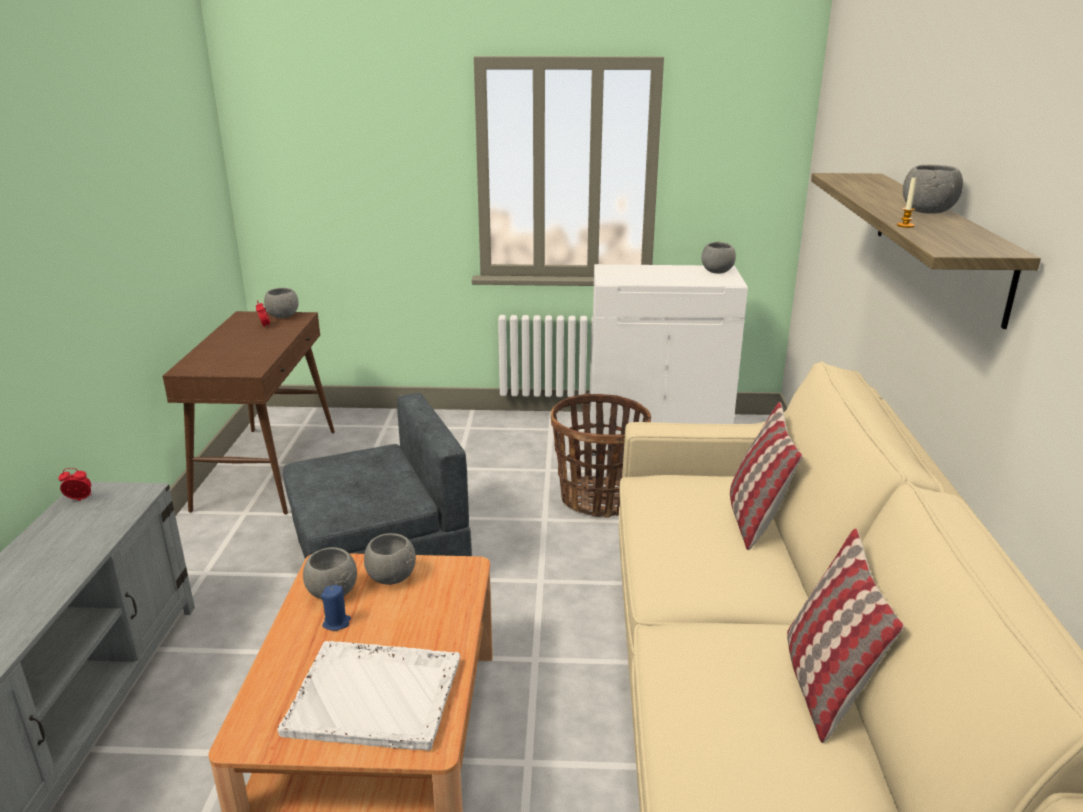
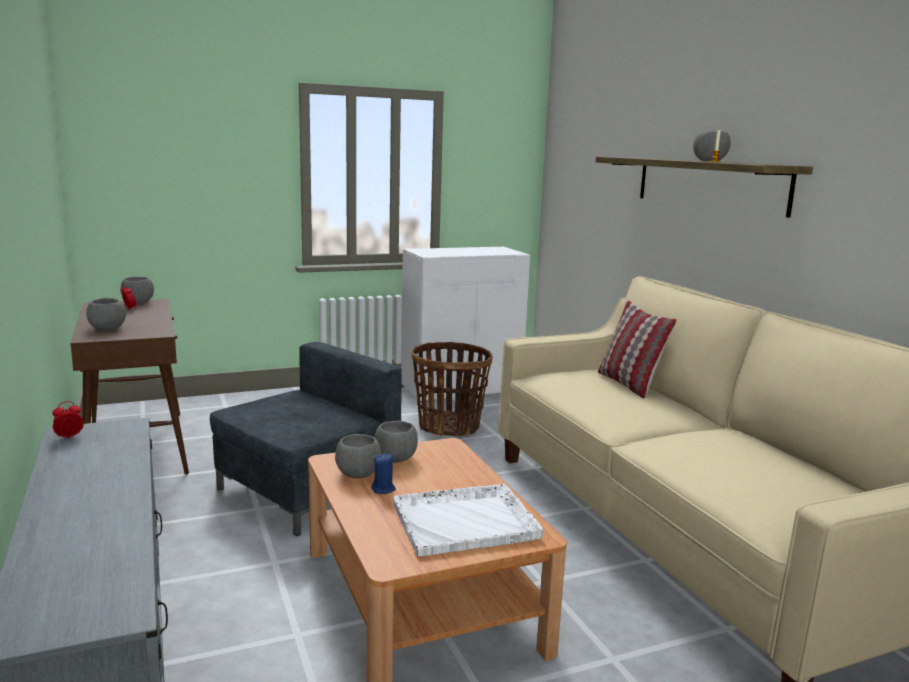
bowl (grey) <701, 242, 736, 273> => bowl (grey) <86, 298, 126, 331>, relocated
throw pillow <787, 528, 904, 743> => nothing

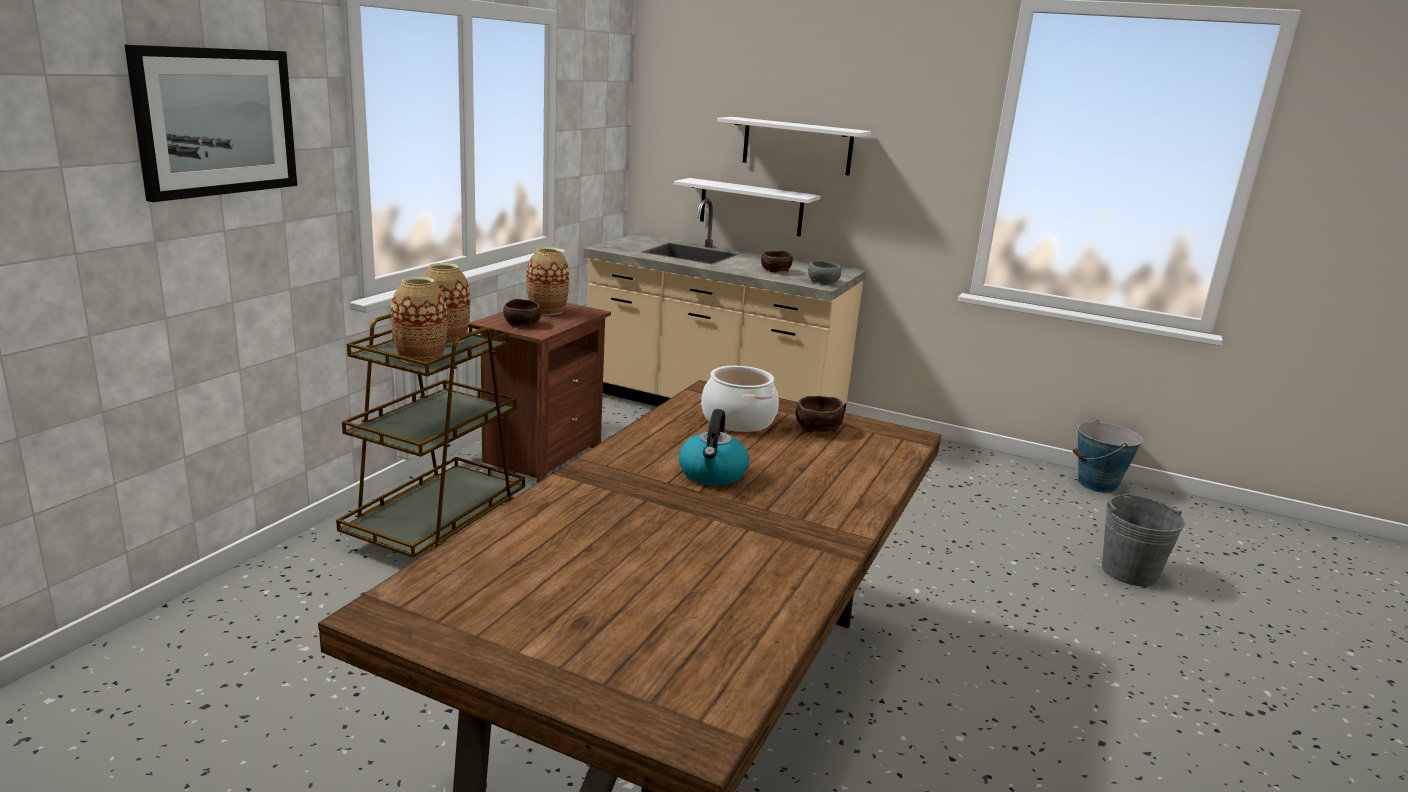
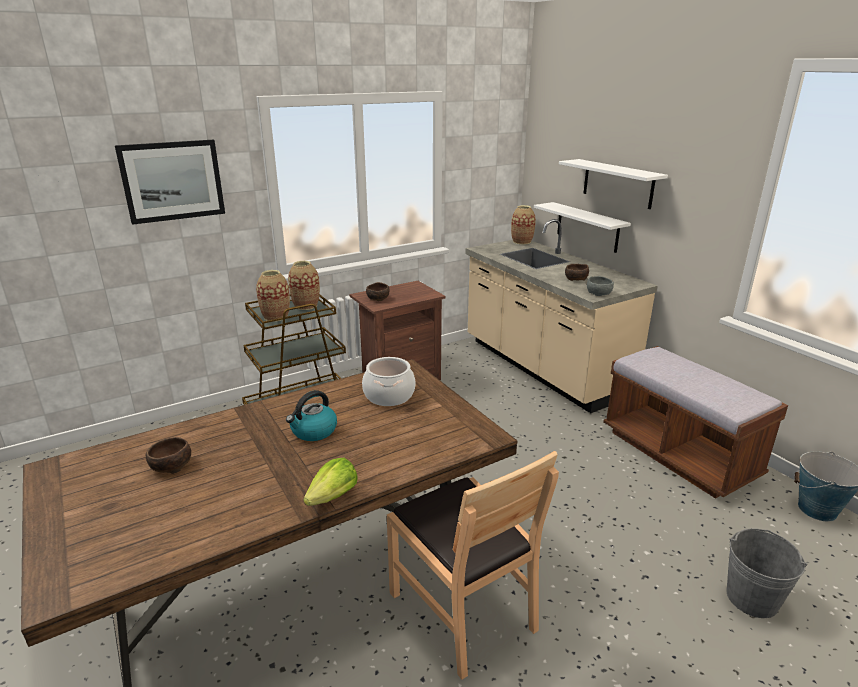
flower vase <527, 247, 569, 315> => flower vase <511, 205, 536, 244>, relocated
bowl (brownish) <795, 396, 845, 432> => bowl (brownish) <146, 437, 191, 474>, relocated
nothing => lettuce <303, 458, 358, 506>
nothing => chair (brownish) <387, 451, 559, 680>
nothing => indoor bench (brownish) <603, 346, 788, 499>

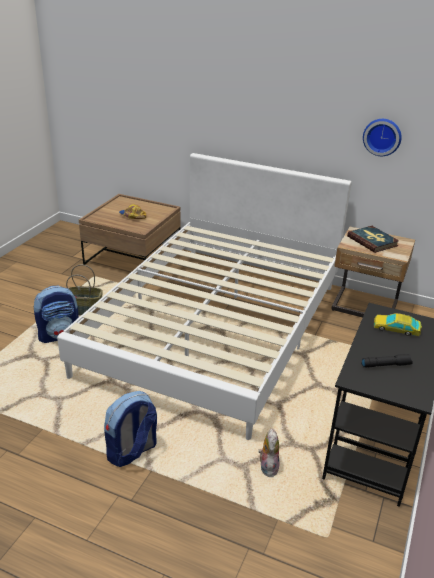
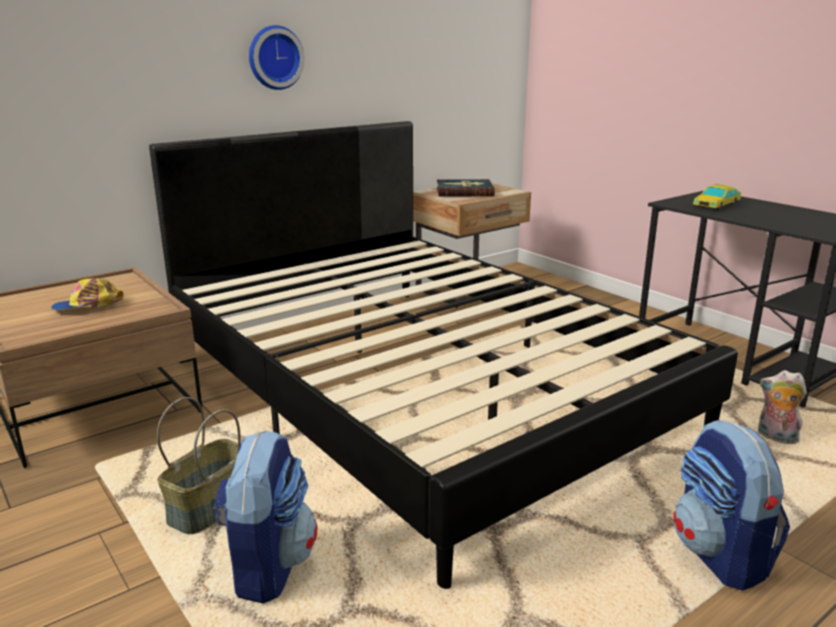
sleeping bed (whitish) <57, 153, 352, 440> => sleeping bed (black-coloured) <149, 121, 738, 589>
torch (black-coloured) <361, 354, 413, 367> => nothing
clock on the wall <363, 119, 402, 156> => clock on the wall <249, 25, 305, 90>, relocated

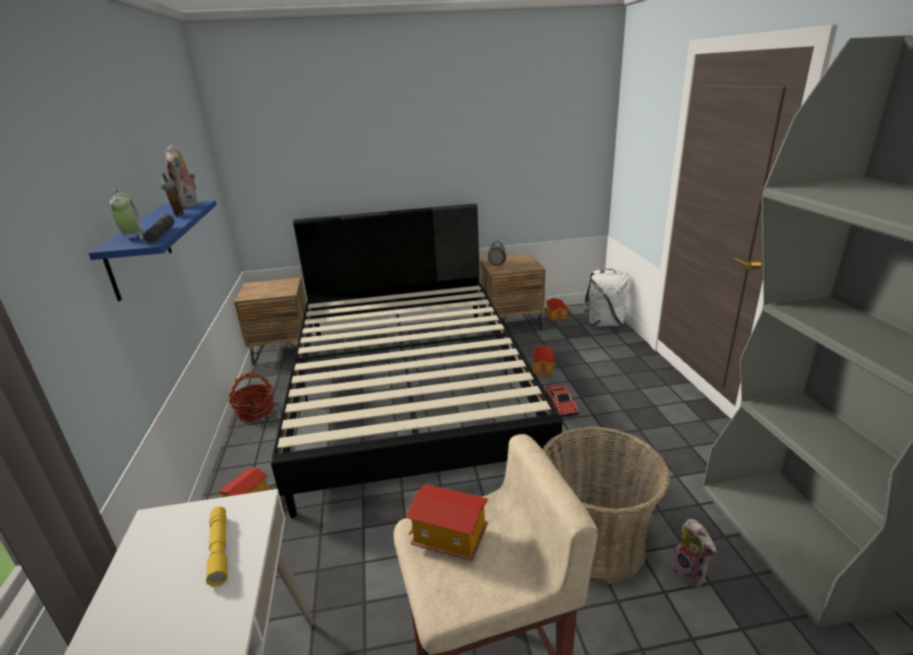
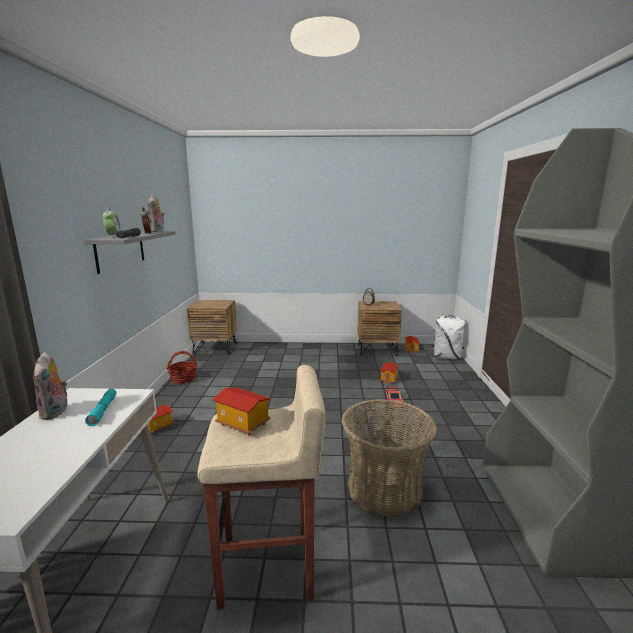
wall shelf (bluish) <89, 200, 216, 301> => wall shelf (grey) <84, 231, 176, 274>
torch (yellow-coloured) <206, 506, 227, 587> => torch (turquoise) <85, 389, 116, 426>
sleeping bed (black-coloured) <271, 204, 562, 518> => nothing
cuddly toy <671, 519, 717, 587> => cuddly toy <33, 352, 67, 420>, relocated

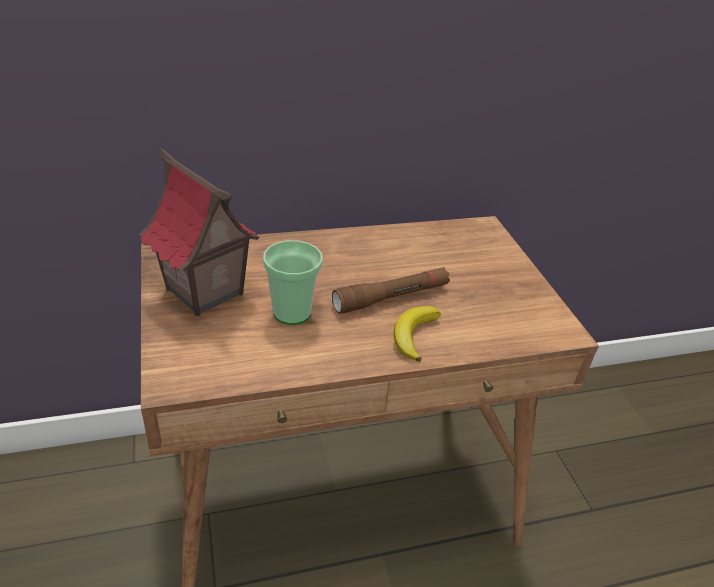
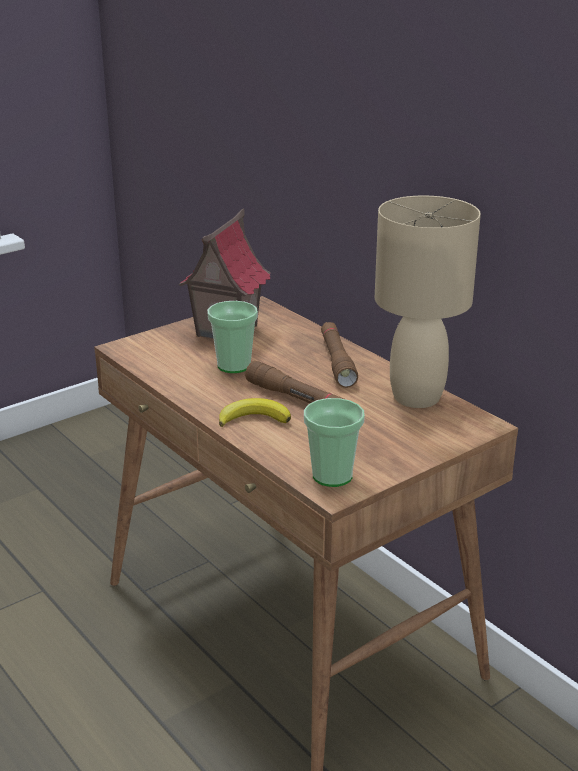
nothing => drinking cup <304, 398, 365, 487>
nothing => torch (brownish) <321, 322, 358, 388>
nothing => tabletop lamp (beige-coloured) <375, 196, 481, 408>

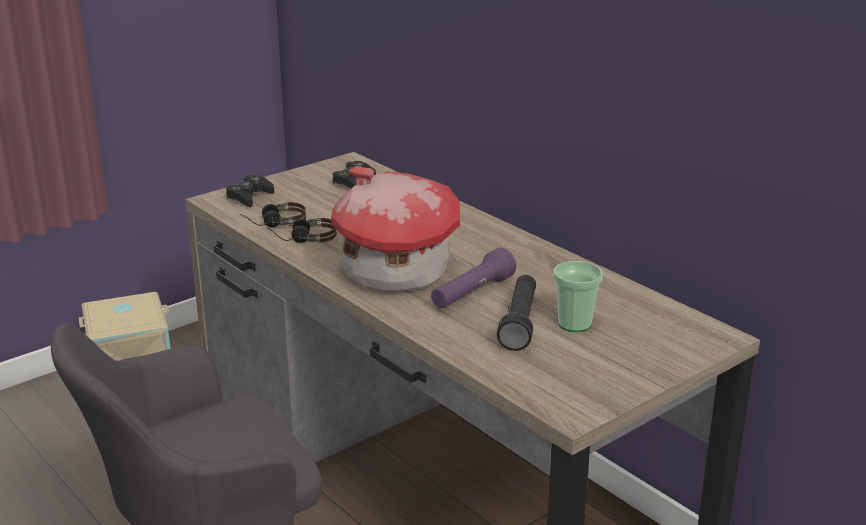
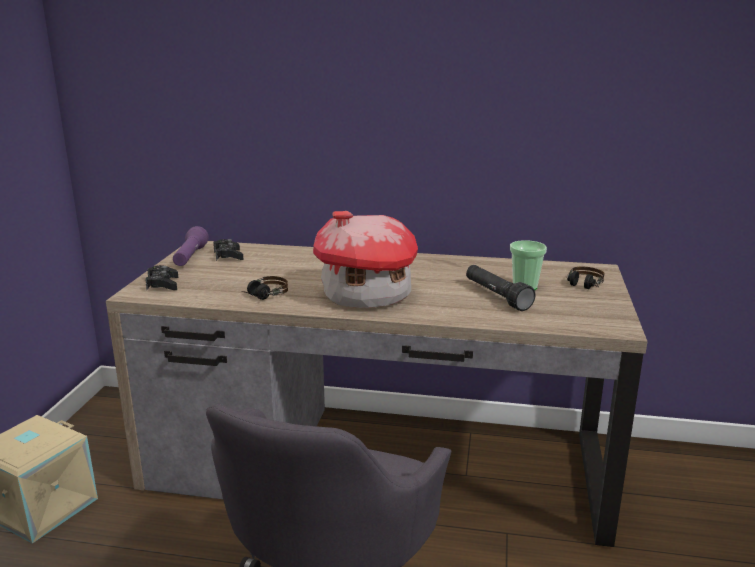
headset <240, 202, 306, 227> => headset <567, 267, 605, 289>, relocated
torch (purple-coloured) <431, 247, 516, 308> => torch (purple-coloured) <173, 226, 209, 266>, relocated

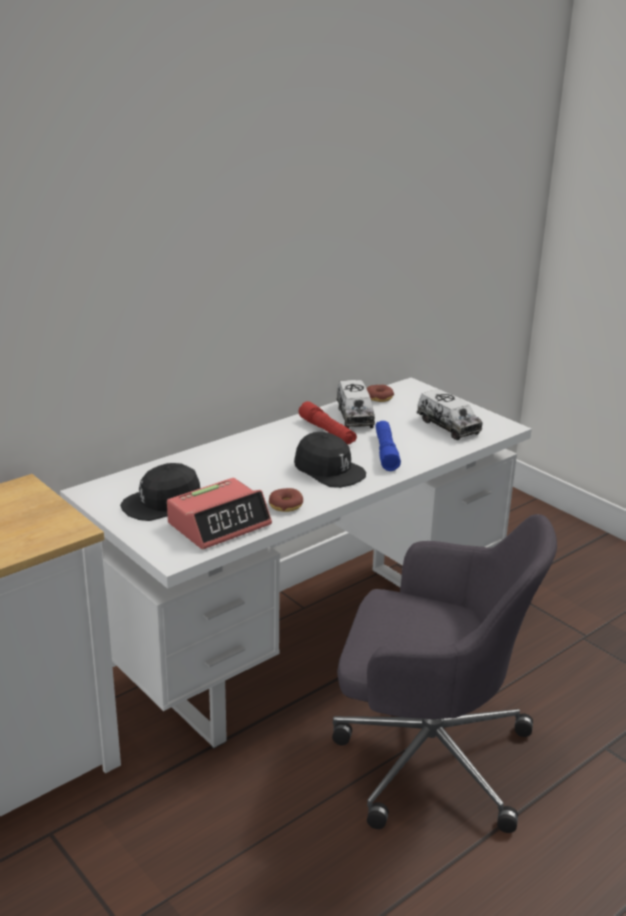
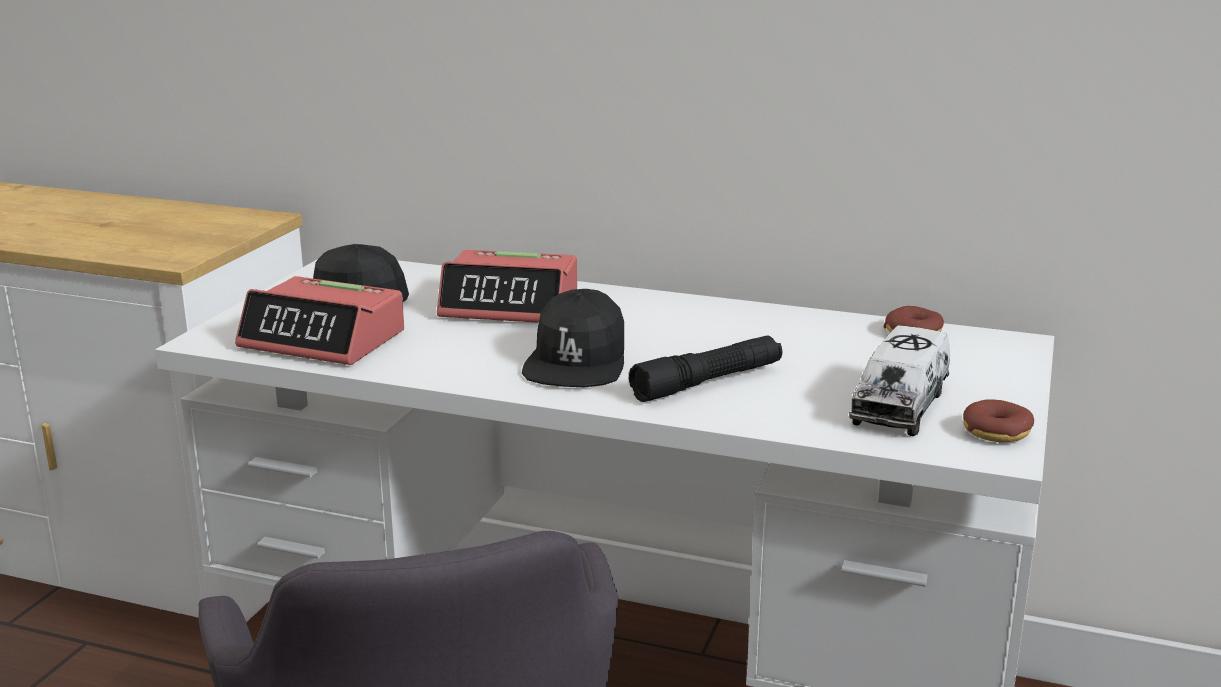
doughnut <269, 488, 303, 512> => doughnut <963, 399, 1034, 442>, relocated
torch (red-coloured) <299, 401, 357, 444> => nothing
toy lorry <336, 380, 375, 428> => nothing
torch (bluish) <375, 421, 401, 471> => torch (black-coloured) <629, 335, 782, 402>
nothing => alarm clock <437, 250, 577, 323>

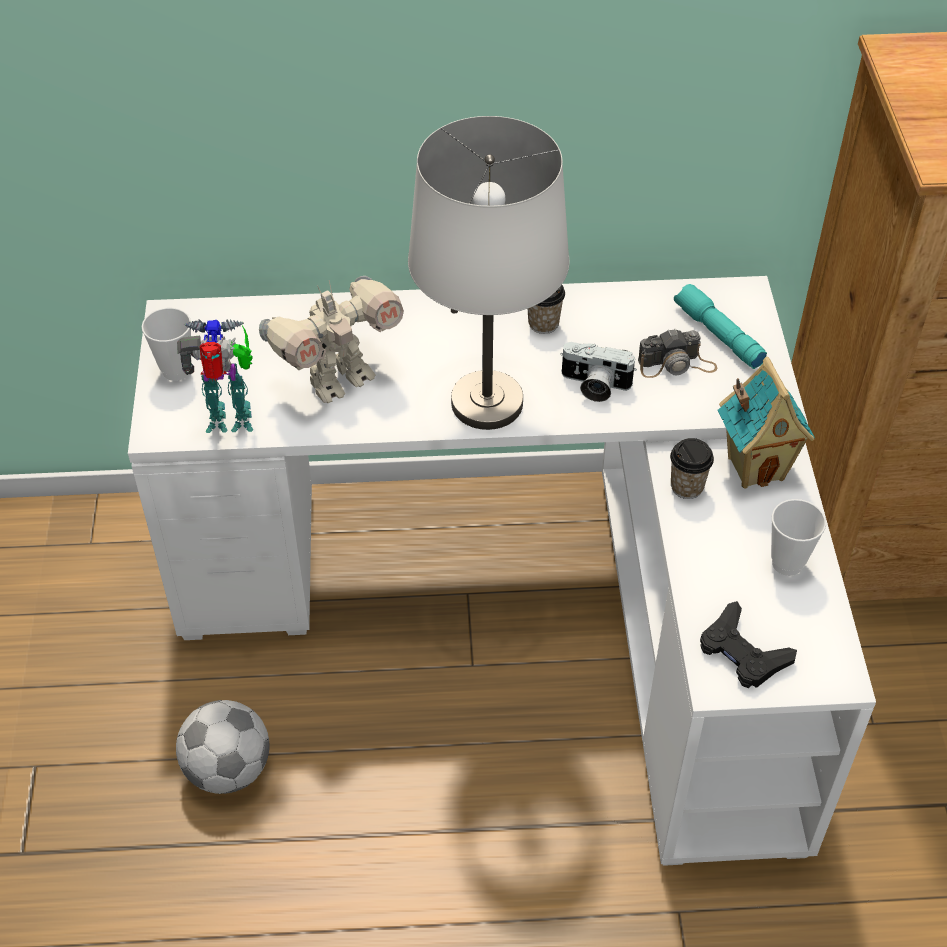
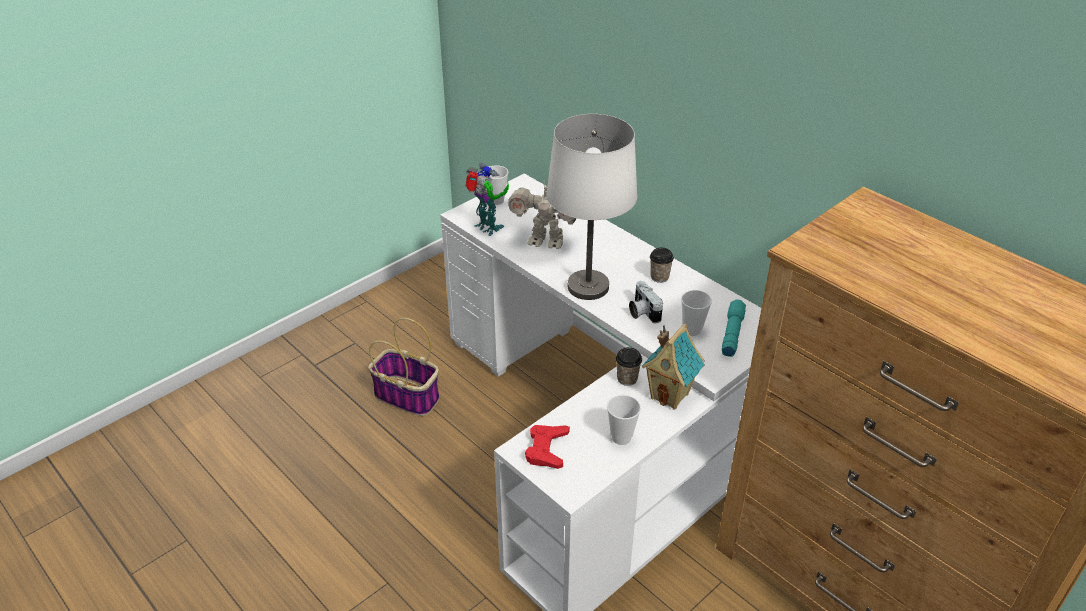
football ball <176, 700, 270, 794> => household basket <368, 318, 440, 416>
photo camera <638, 329, 718, 378> => drinking cup <681, 290, 712, 336>
joypad (black-coloured) <700, 601, 797, 688> => joypad (red-coloured) <525, 425, 570, 469>

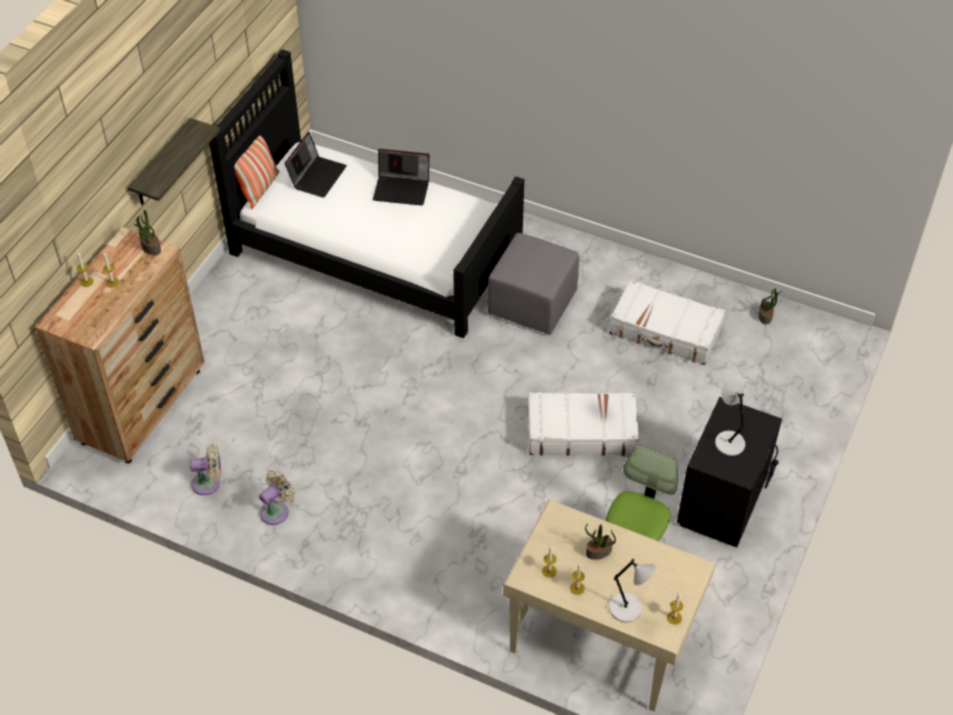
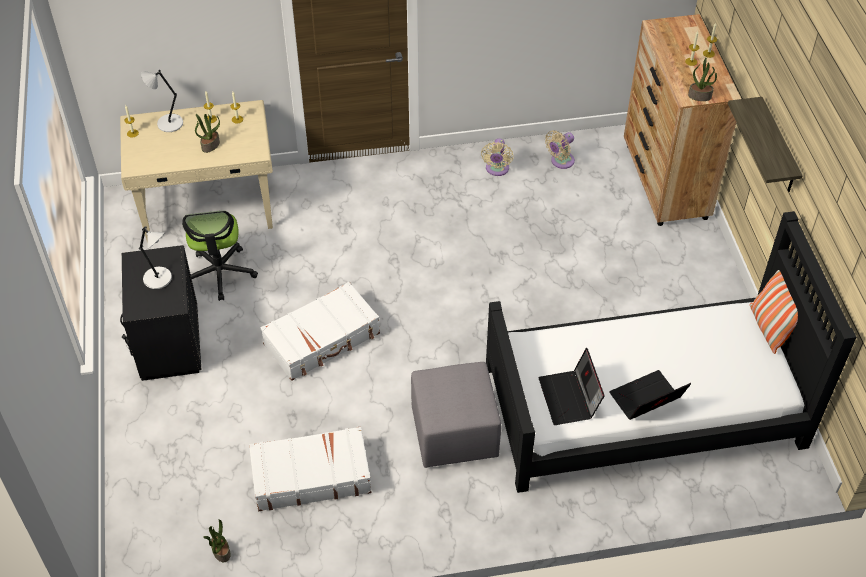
laptop <285, 132, 347, 198> => laptop <538, 348, 605, 425>, relocated

